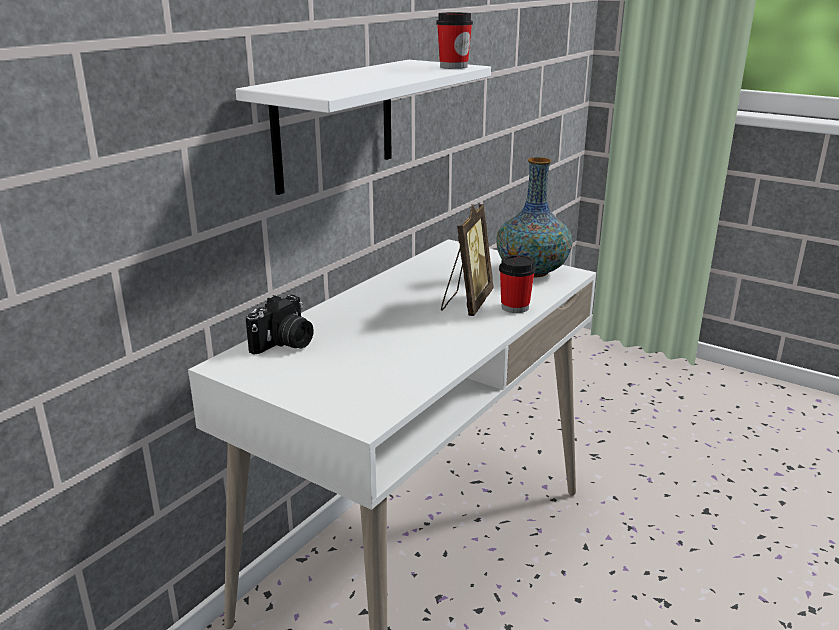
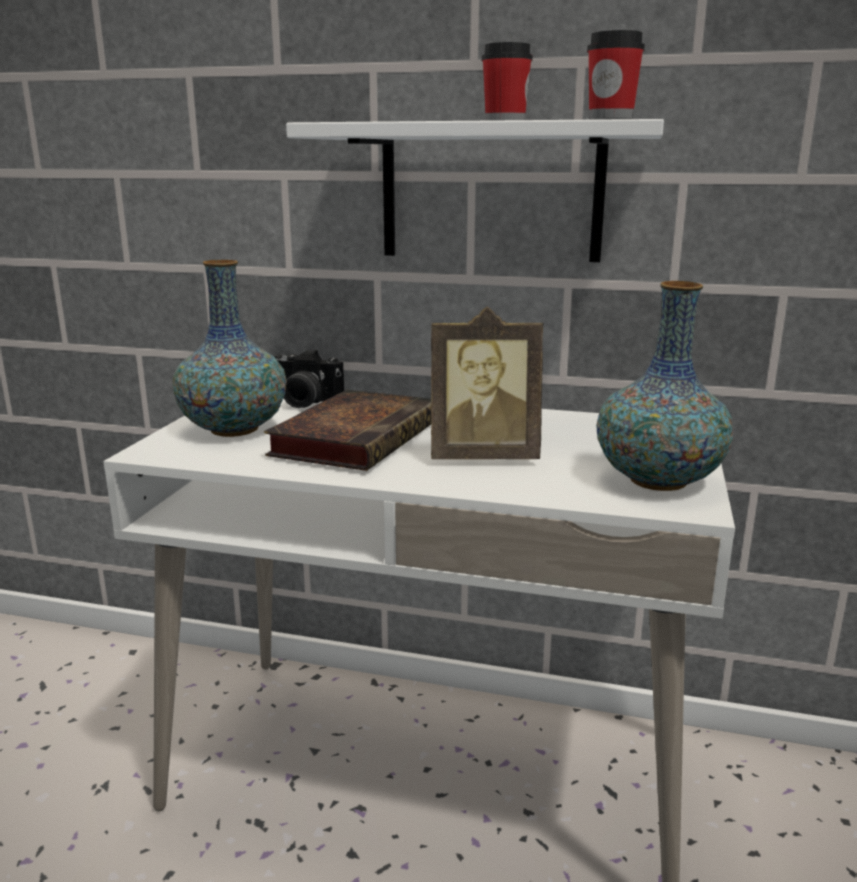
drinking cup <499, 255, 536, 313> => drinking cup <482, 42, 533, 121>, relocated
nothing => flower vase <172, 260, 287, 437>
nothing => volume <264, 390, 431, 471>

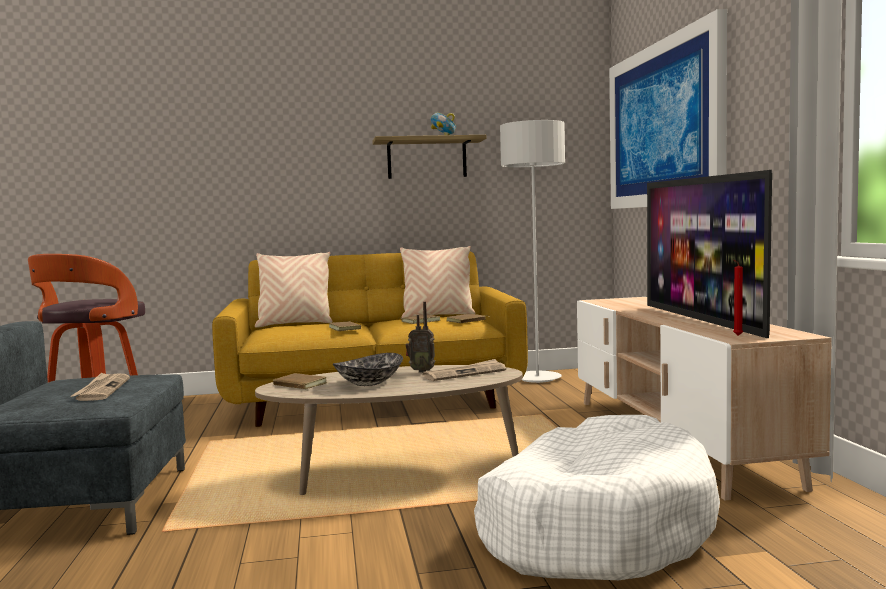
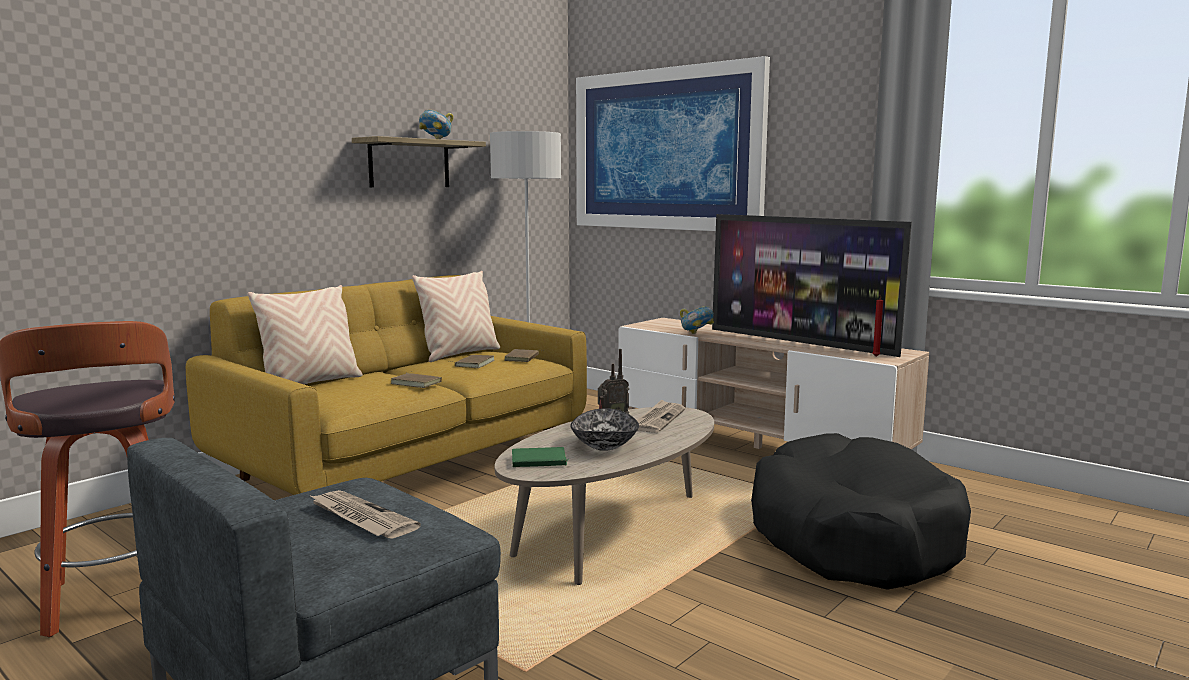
volume (brownish) <273, 373, 327, 389> => volume (greenish) <512, 447, 569, 467>
pet bed (whitish) <474, 415, 720, 580> => pet bed (black-coloured) <751, 433, 971, 590>
nothing => bowl <680, 306, 714, 334>

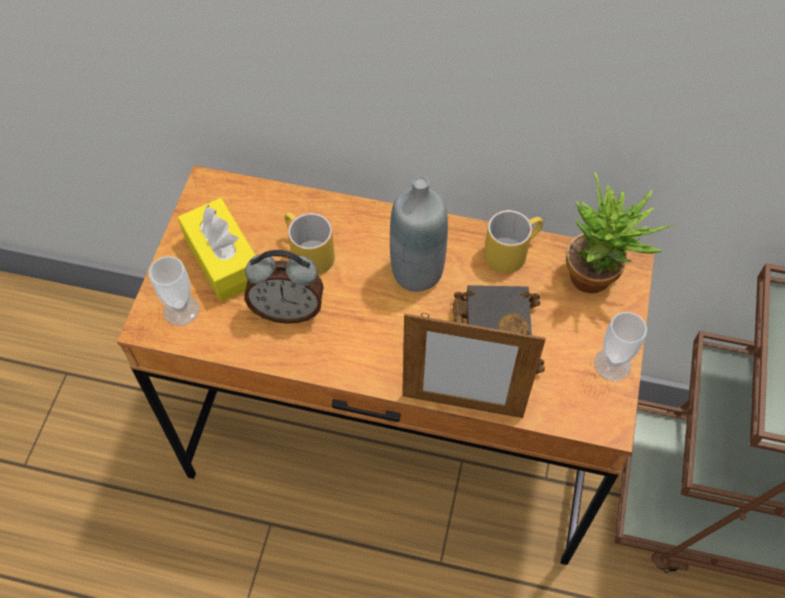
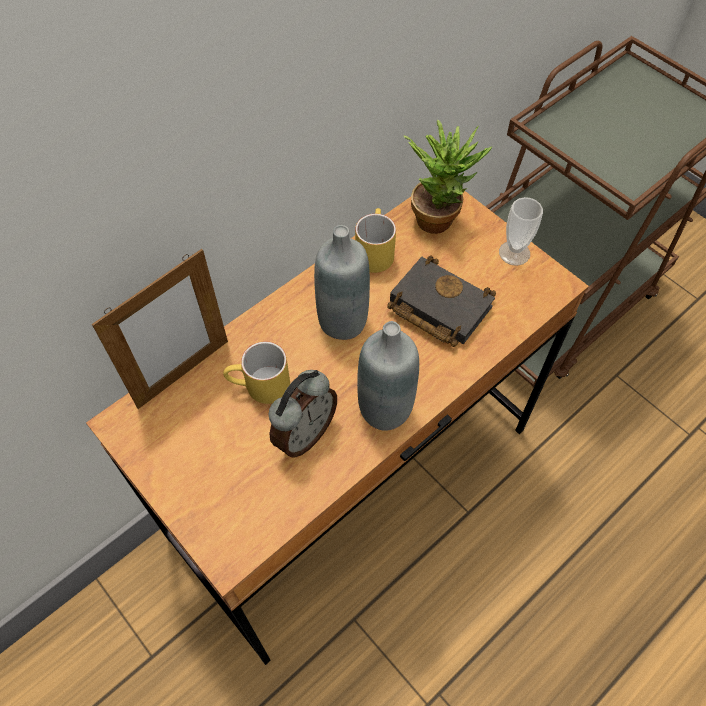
drinking cup <149, 256, 199, 326> => nothing
tissue box (yellow-coloured) <178, 198, 256, 302> => nothing
standing frame <402, 313, 546, 418> => standing frame <92, 249, 228, 409>, relocated
nothing => beverage bottle (grey) <357, 321, 419, 431>

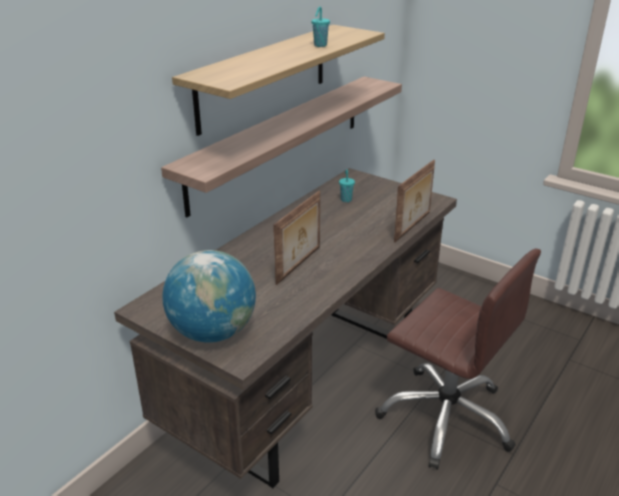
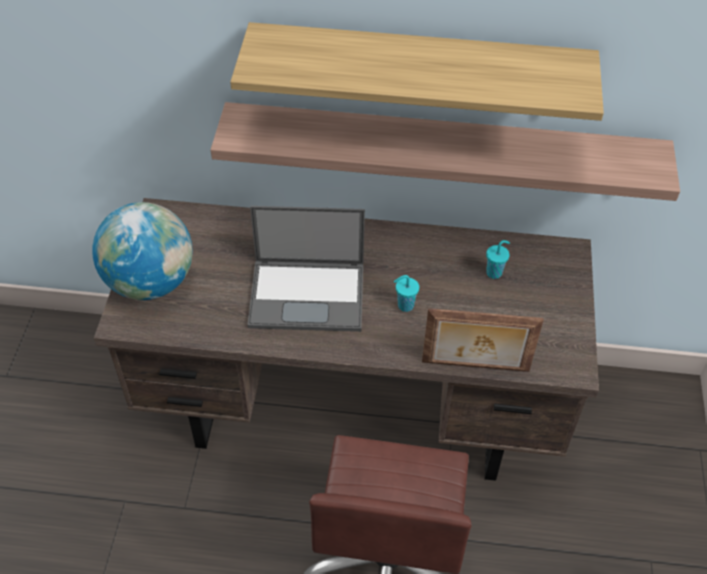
standing frame <273, 191, 320, 285> => laptop <247, 206, 365, 332>
drinking cup (turquoise) <311, 7, 330, 47> => drinking cup (turquoise) <394, 275, 419, 312>, relocated

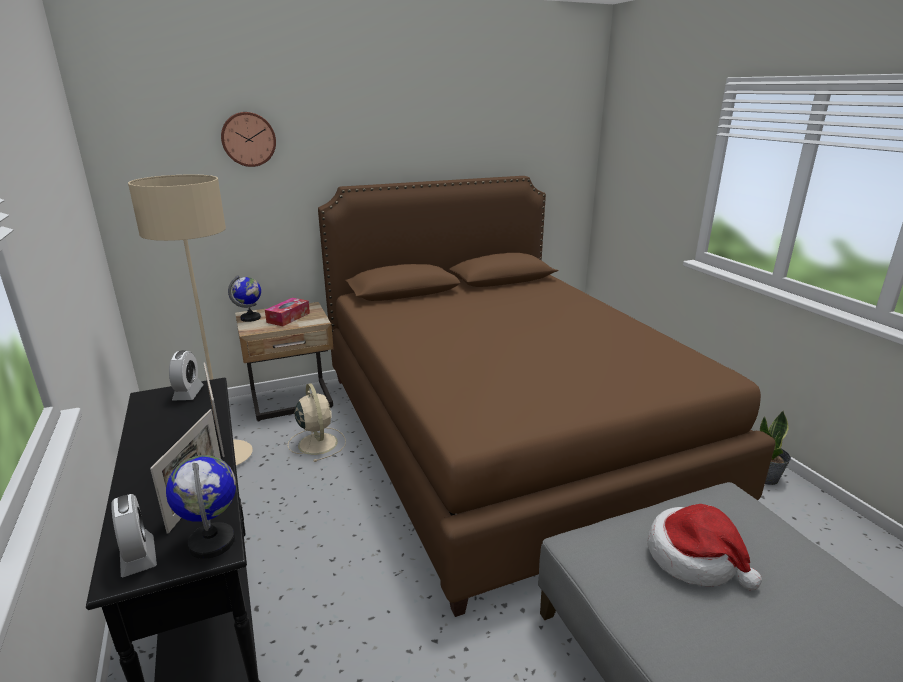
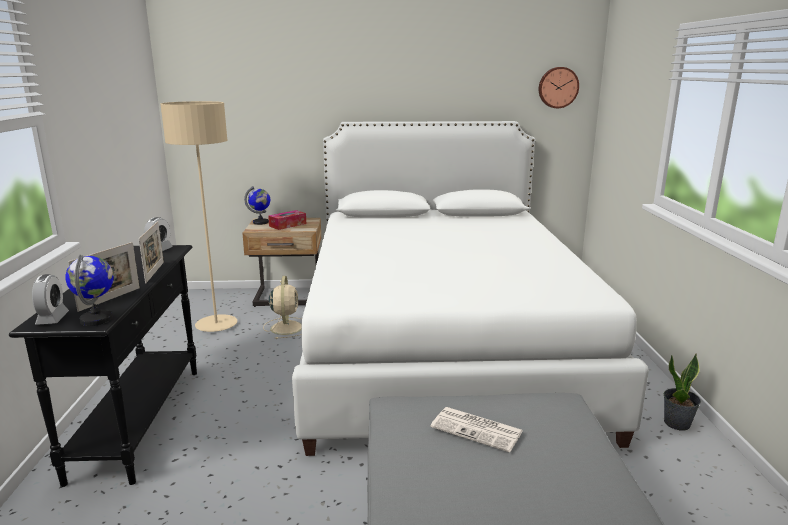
clock on the wall <221, 112, 276, 167> => clock on the wall <539, 67, 579, 108>, relocated
sleeping bed (brownish) <318, 176, 775, 617> => sleeping bed (whitish) <292, 121, 649, 456>
hat <647, 504, 762, 590> => printed paper <430, 407, 523, 453>

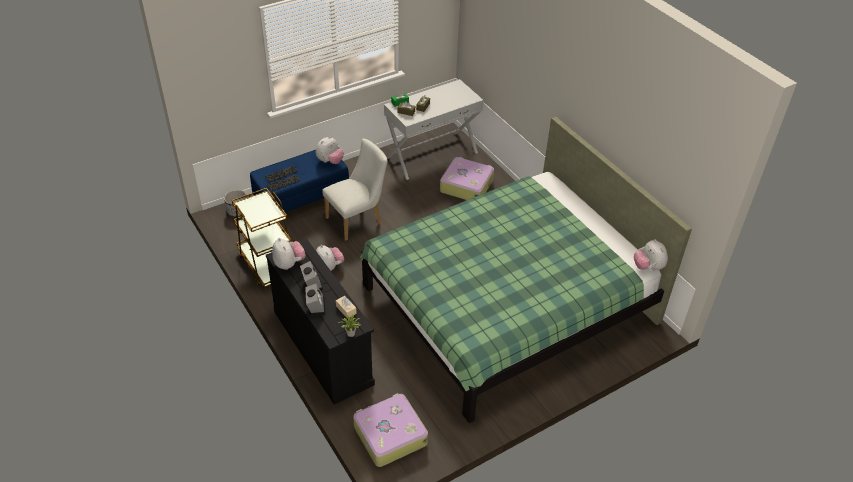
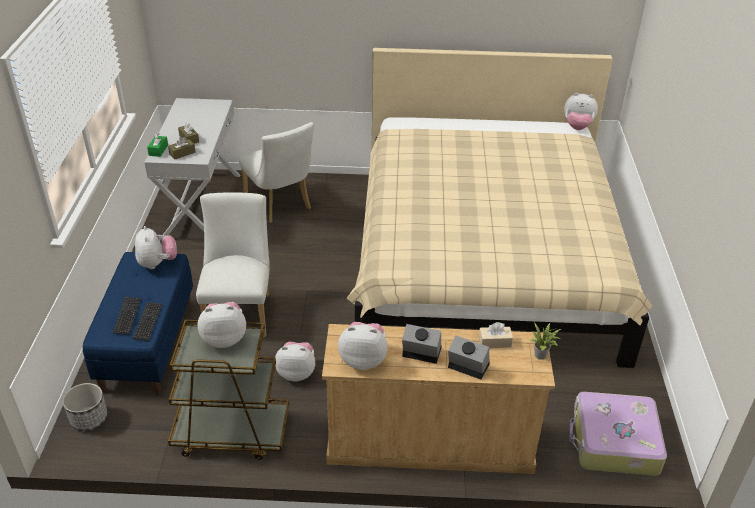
dresser (black-coloured) <266, 239, 375, 404> => dresser (beige-coloured) <322, 324, 555, 474>
sleeping bed (greenish) <360, 117, 692, 423> => sleeping bed (beige-coloured) <347, 48, 652, 368>
piece of luggage <440, 157, 494, 200> => chair (whitish) <239, 122, 314, 223>
nothing => cuddly toy <197, 302, 246, 348>

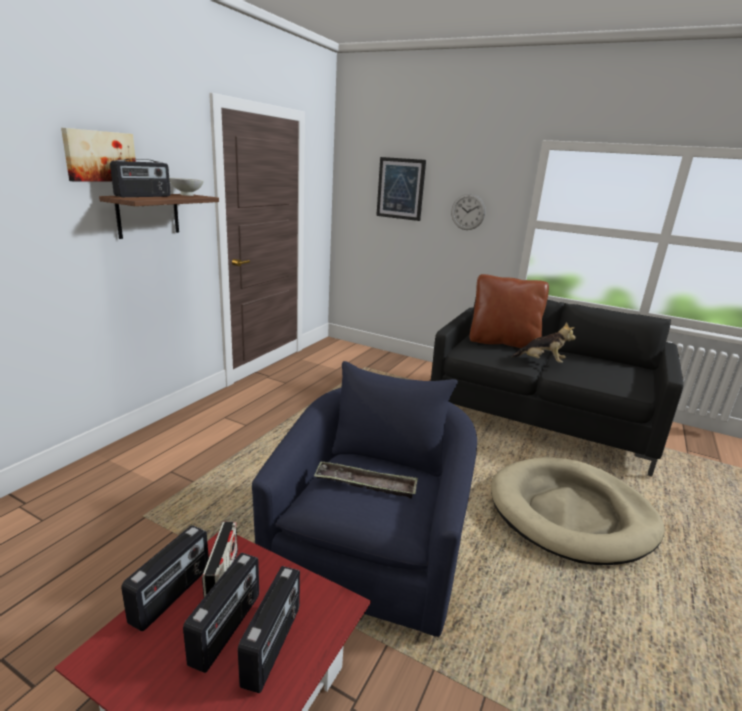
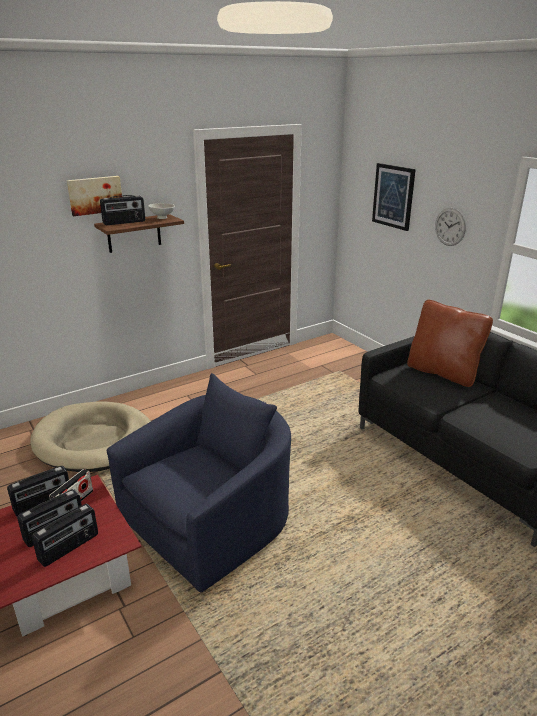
tray <314, 462, 418, 499> => nothing
pet bed (beige-coloured) <491, 457, 665, 565> => pet bed (beige-coloured) <30, 402, 151, 472>, relocated
cuddly toy <512, 322, 576, 363> => nothing

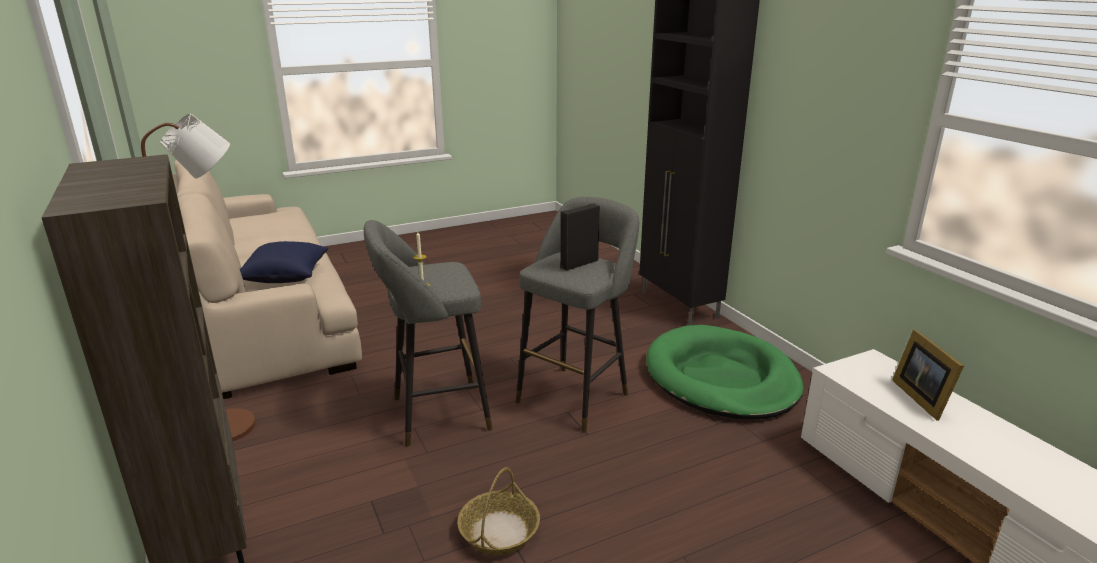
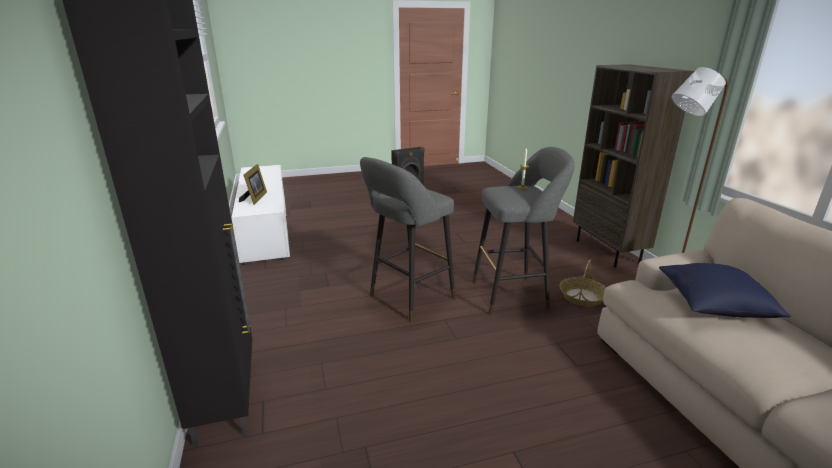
household basket <457, 467, 540, 555> => household basket <559, 259, 606, 307>, relocated
pet bed (greenish) <646, 325, 804, 420> => nothing

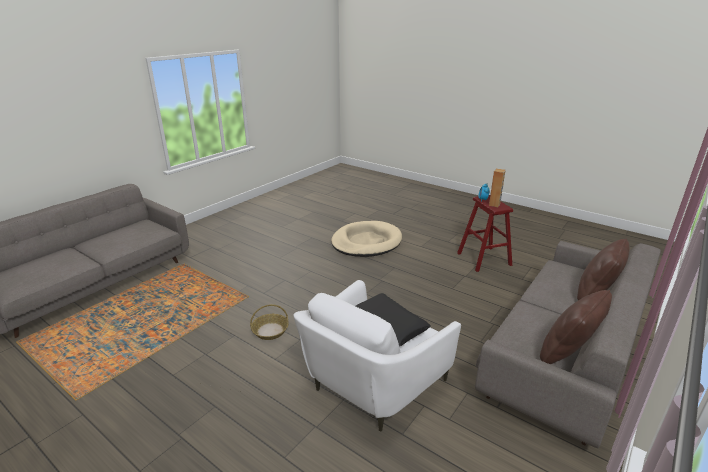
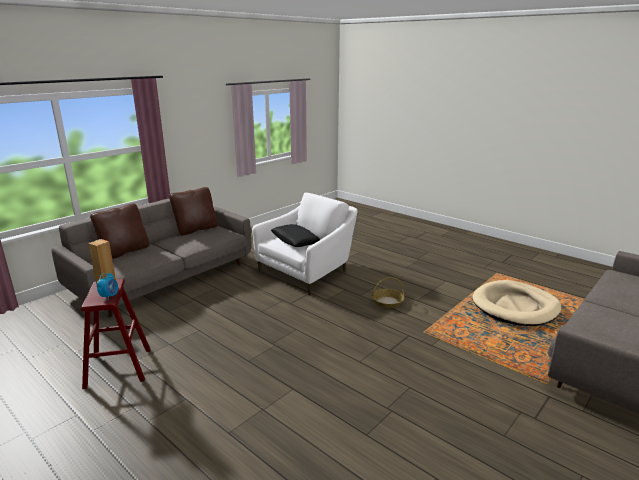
pet bed (beige-coloured) <331, 221, 402, 257> => pet bed (beige-coloured) <472, 280, 561, 326>, relocated

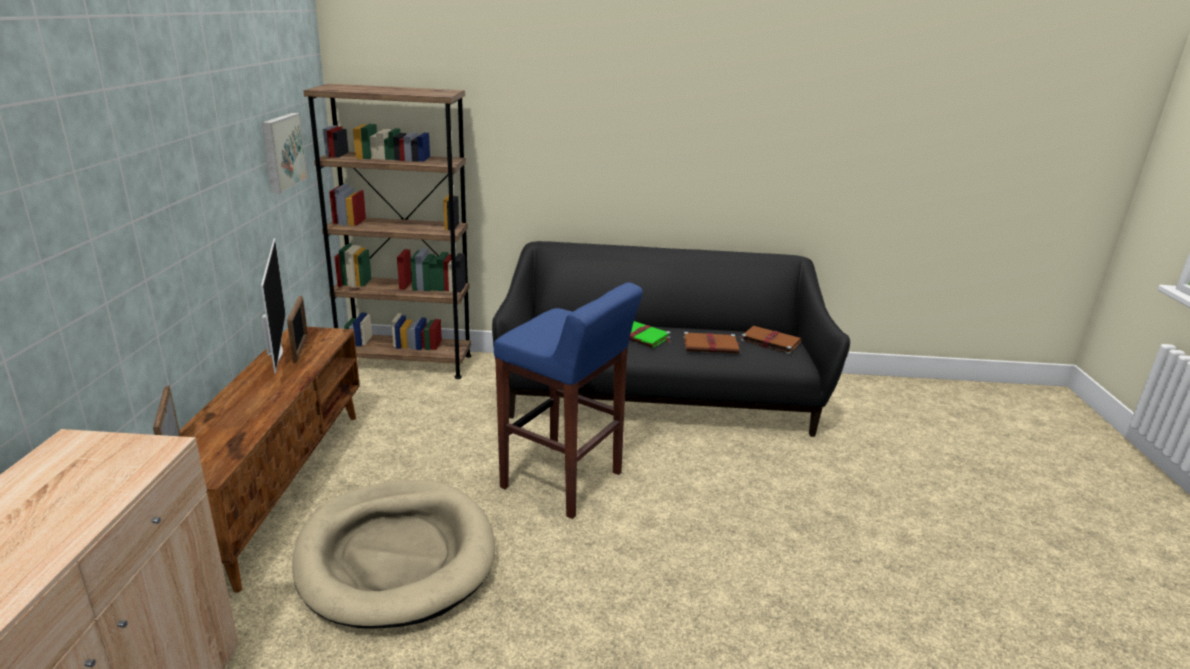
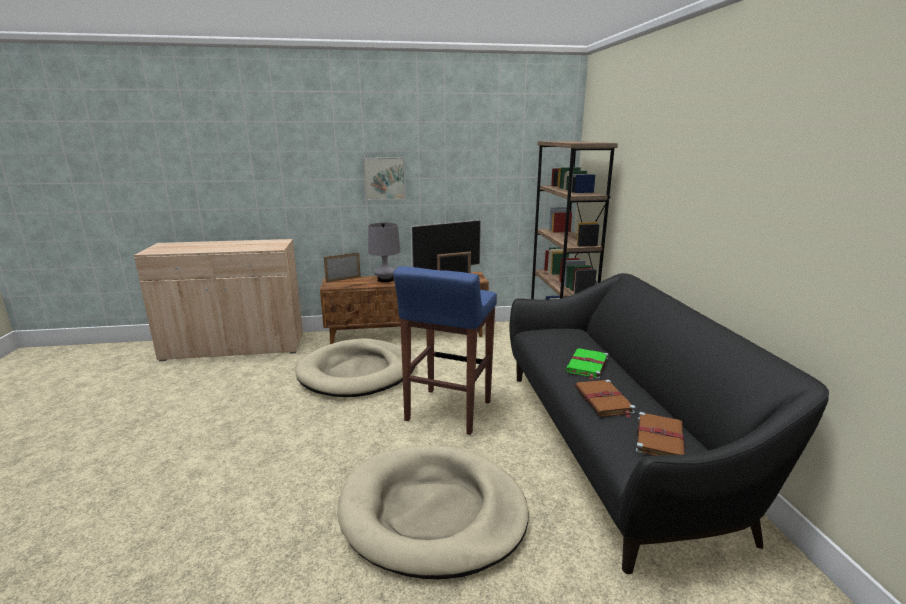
picture <262, 113, 308, 193> => picture <363, 158, 406, 200>, relocated
nothing => pet bed (beige-coloured) <338, 445, 529, 580>
nothing => tabletop lamp (grey) <368, 223, 400, 282>

